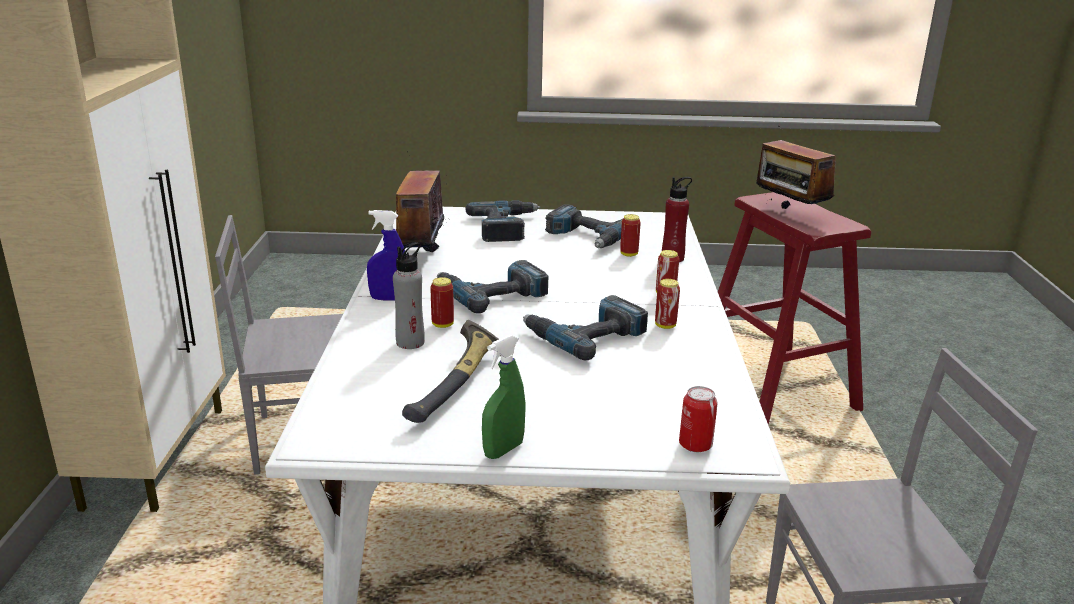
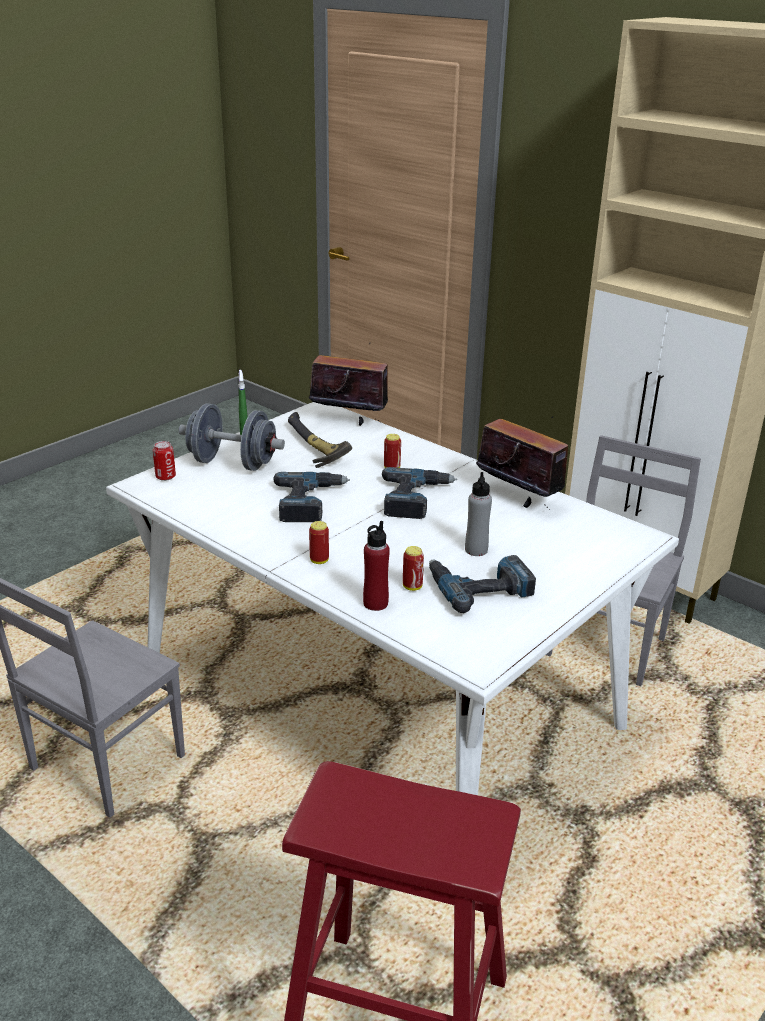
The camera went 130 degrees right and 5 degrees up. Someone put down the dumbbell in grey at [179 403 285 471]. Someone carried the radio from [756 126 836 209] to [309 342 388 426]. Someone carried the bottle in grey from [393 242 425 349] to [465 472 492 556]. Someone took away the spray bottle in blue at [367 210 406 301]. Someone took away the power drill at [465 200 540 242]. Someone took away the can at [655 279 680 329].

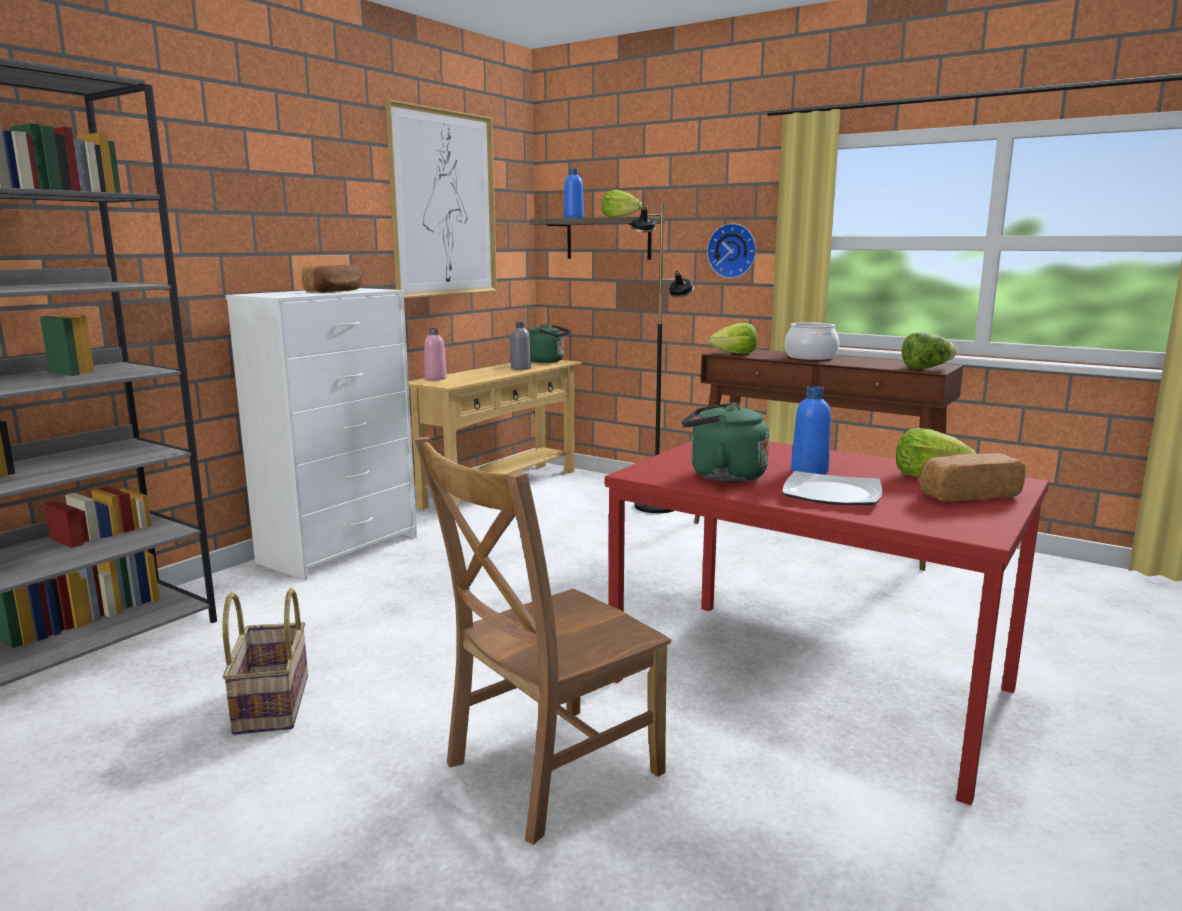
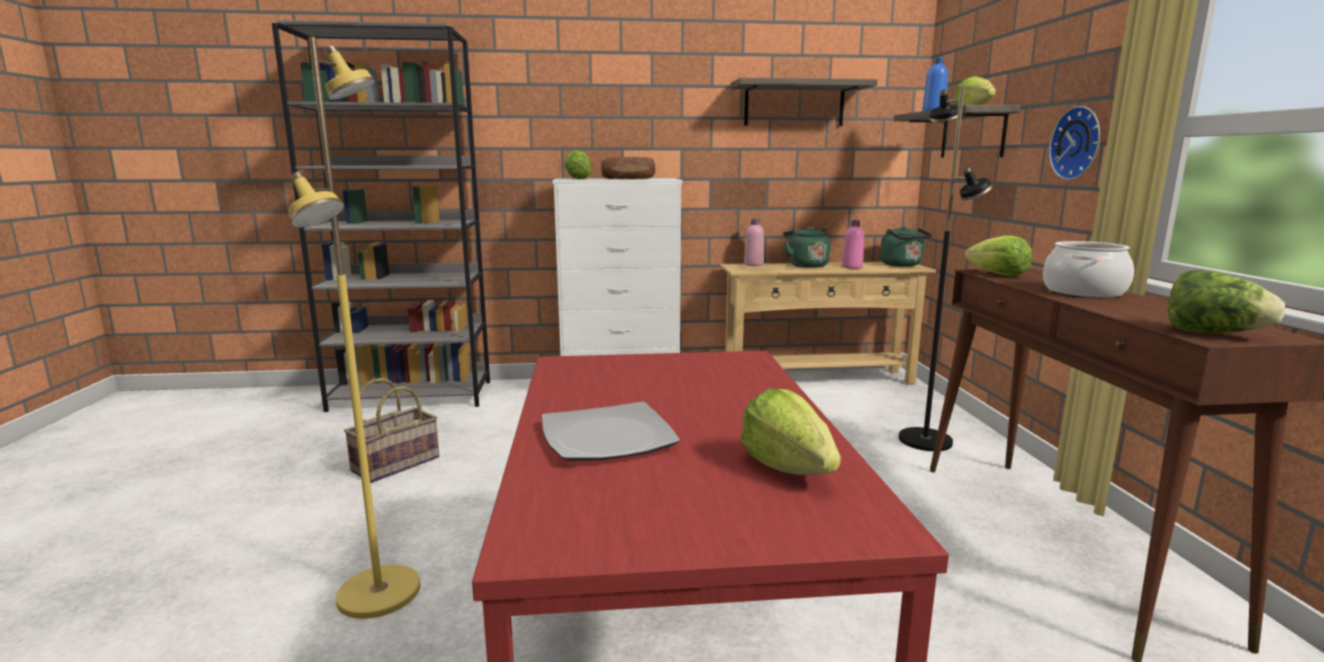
The camera went 50 degrees right and 0 degrees up. Someone swapped the chair in brown at [413 436 671 845] for the floor lamp in yellow at [288 37 421 619]. Someone put down the lettuce at [564 150 591 179]. Someone swapped the picture at [385 99 497 298] for the shelf at [730 78 877 126]. Someone carried the kettle in green from [682 402 770 482] to [783 226 831 268]. Someone repainted the bottle in grey at [511 322 531 370], which became the bottle in pink at [842 220 864 269]. Someone took away the bottle in blue at [791 386 831 475]. Someone took away the bread at [919 453 1026 502].

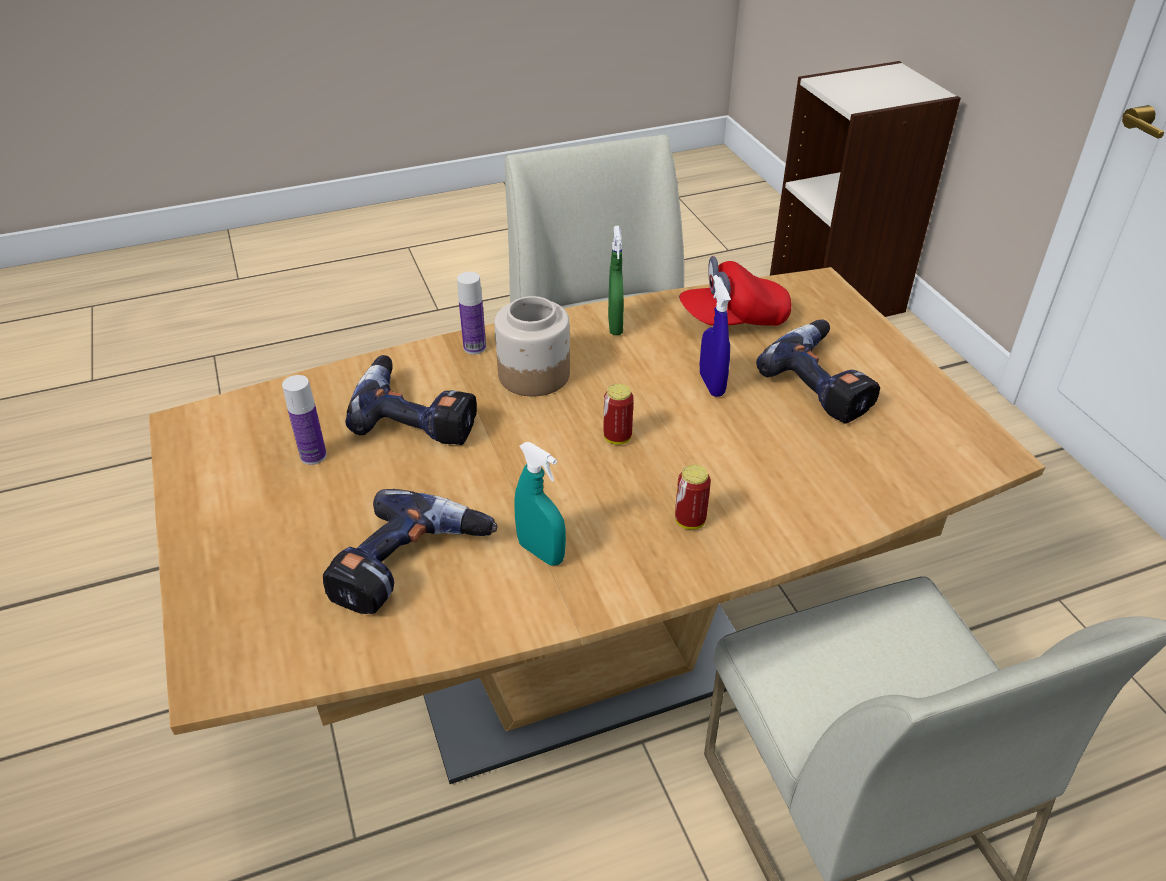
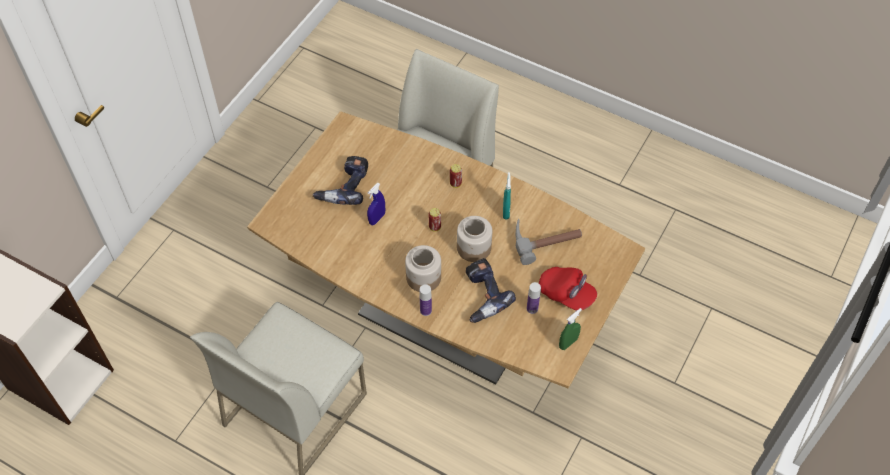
The camera went 130 degrees left and 15 degrees up. Someone put down the jar at [457 216 492 262]. Someone swapped the power drill at [323 489 497 614] for the hammer at [516 219 582 265]. Someone carried the cap in red from [679 256 791 326] to [539 267 597 310]. Someone carried the spray bottle in green from [608 226 624 335] to [559 308 582 350].

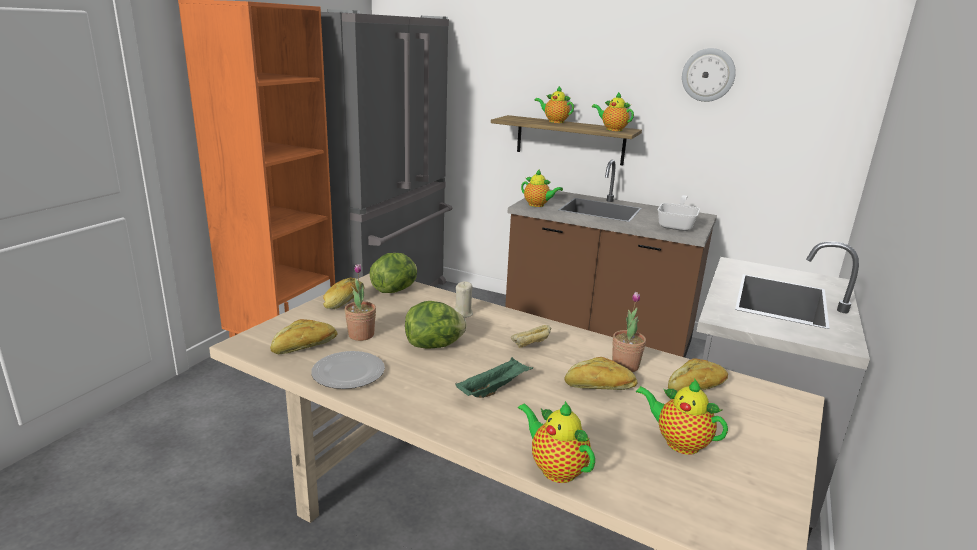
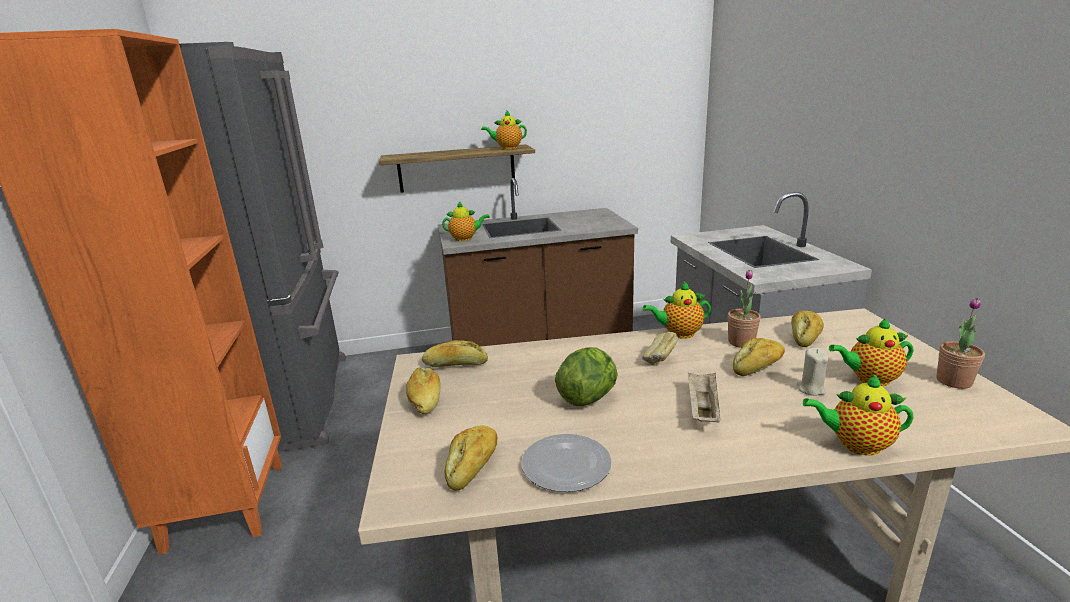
The camera went 35 degrees left and 0 degrees up. Someone swapped the lettuce at [370 253 417 293] for the bread at [422 340 488 367]. Someone carried the teapot from [535 86 574 123] to [643 281 711 339]. Someone repainted the tray in green at [455 357 533 398], which became the tray in beige at [688 372 720 422]. Someone carried the candle in beige from [454 281 473 318] to [796 348 828 396]. Someone carried the potted plant from [345 264 376 341] to [936 298 985 389]. Someone took away the frying pan at [658 195 700 231]. Someone took away the wall clock at [682 48 736 102].

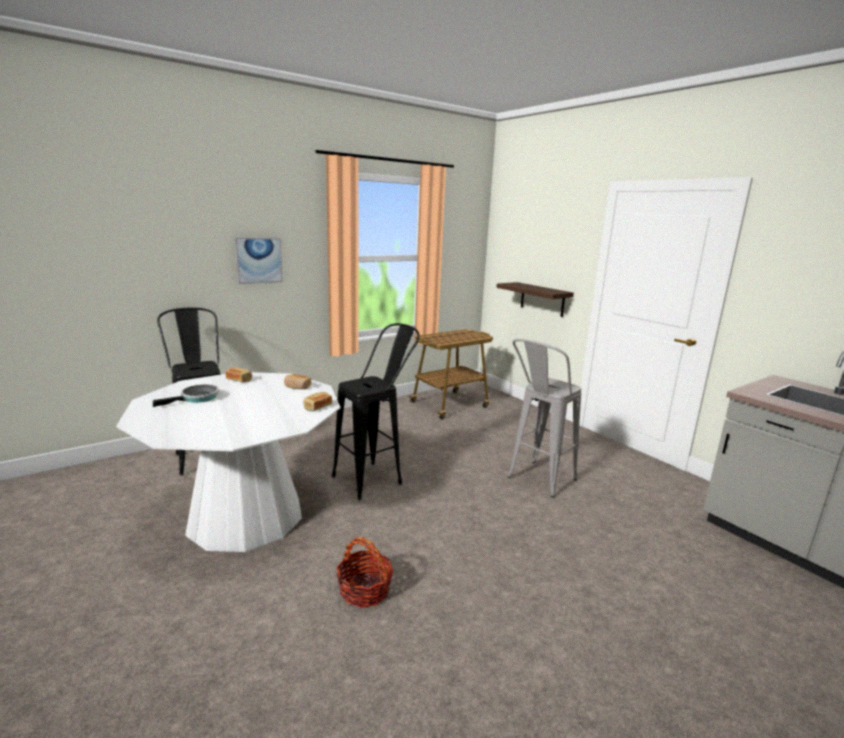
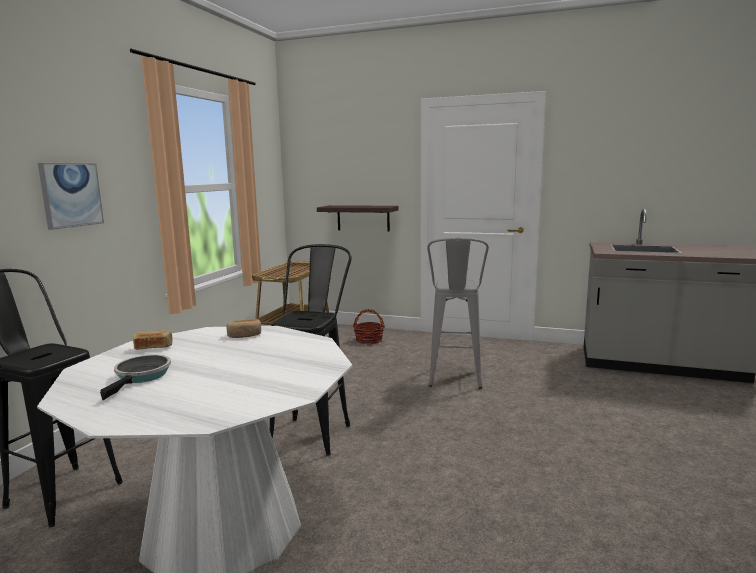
The camera went 35 degrees left and 5 degrees down. Someone carried the basket from [336 537 393 608] to [353 309 384 344]. Someone took away the bread at [303 392 332 411].

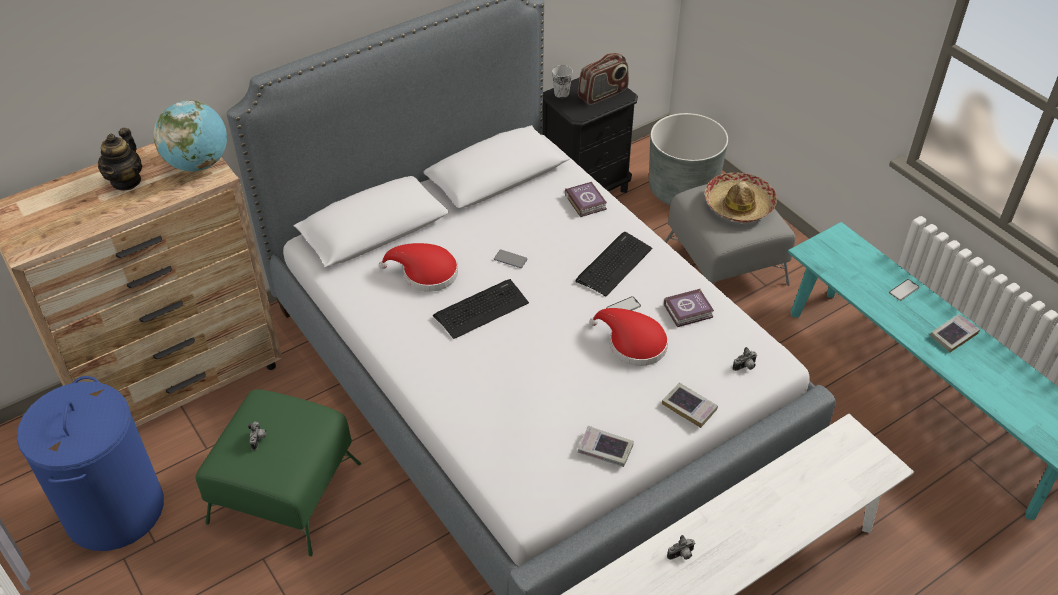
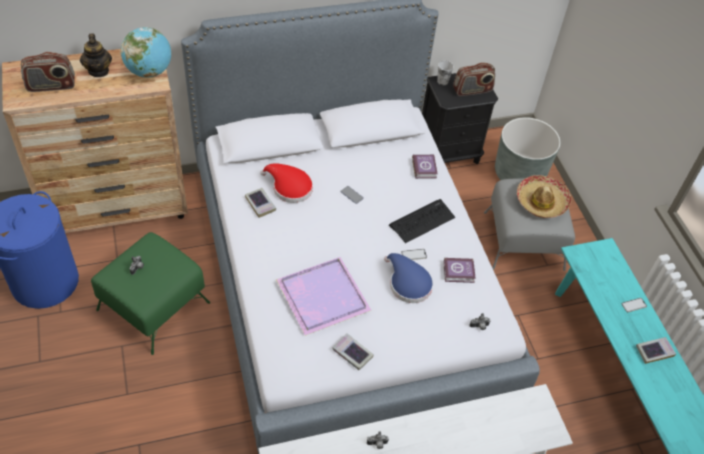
The camera went 15 degrees right and 5 degrees up. Someone put down the radio at [21 52 75 92]. Someone rotated the teapot at [98 128 142 191] by 45 degrees counterclockwise. Someone carried the book from [662 383 718 428] to [245 188 276 218]. Someone put down the tray in purple at [276 257 371 336]. Someone repainted the hat in red at [589 308 668 366], which became the hat in blue at [384 253 433 303]. Someone took away the keyboard at [433 279 529 339].

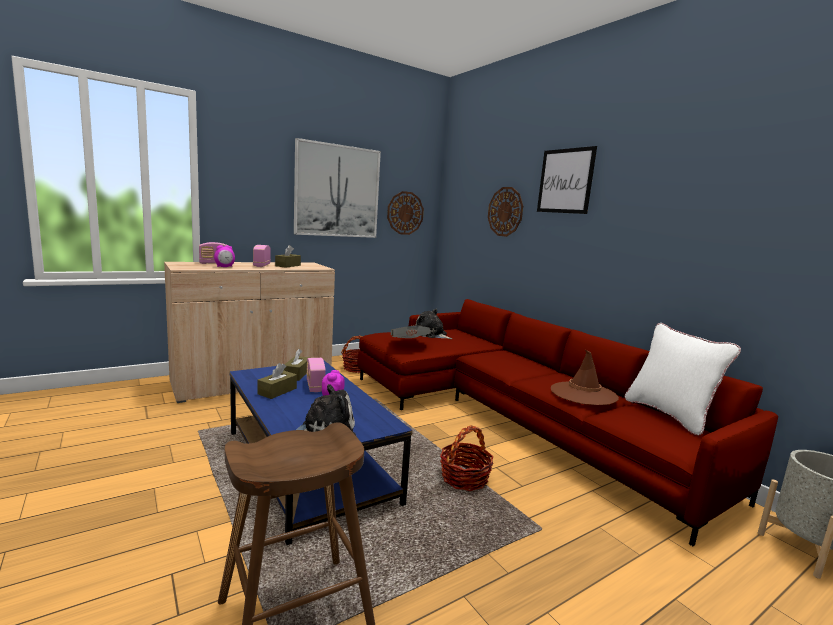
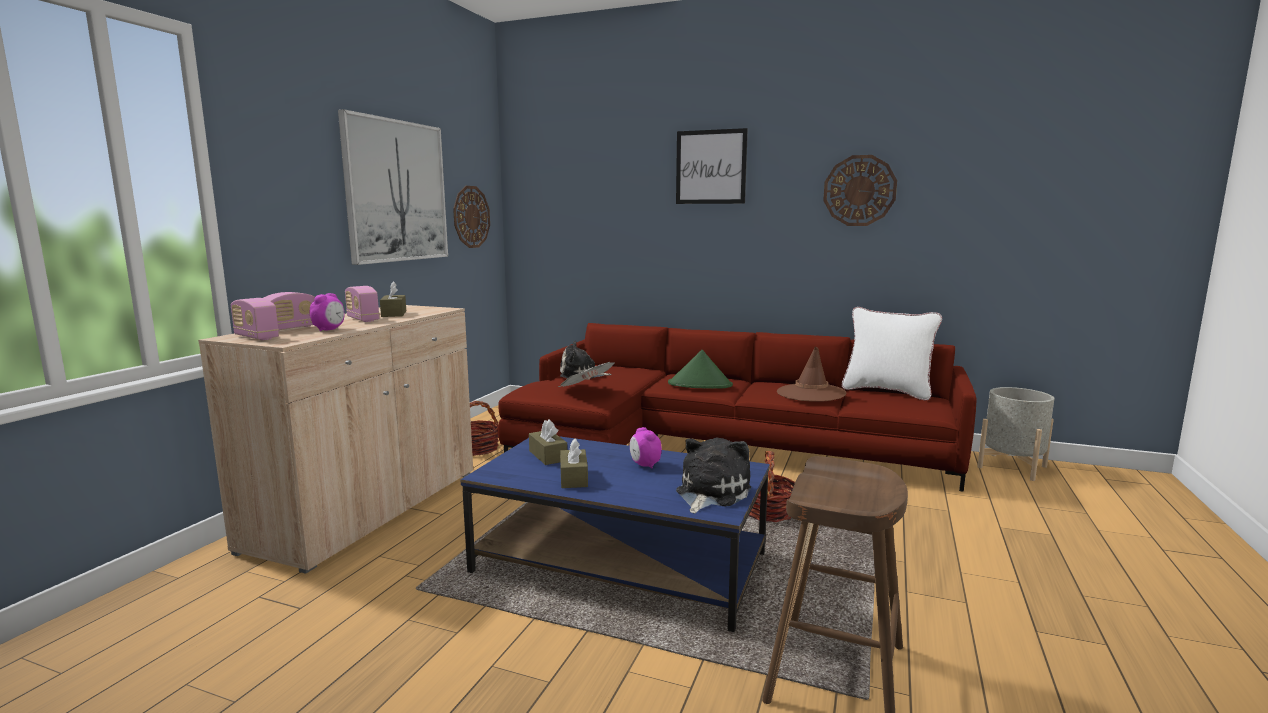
The camera went 35 degrees left and 0 degrees up. Someone carried the radio from [306 358 326 392] to [231 298 279 340]. Someone put down the hat in green at [668 350 733 389]. Someone carried the wall clock from [488 187 523 237] to [823 155 897 226].

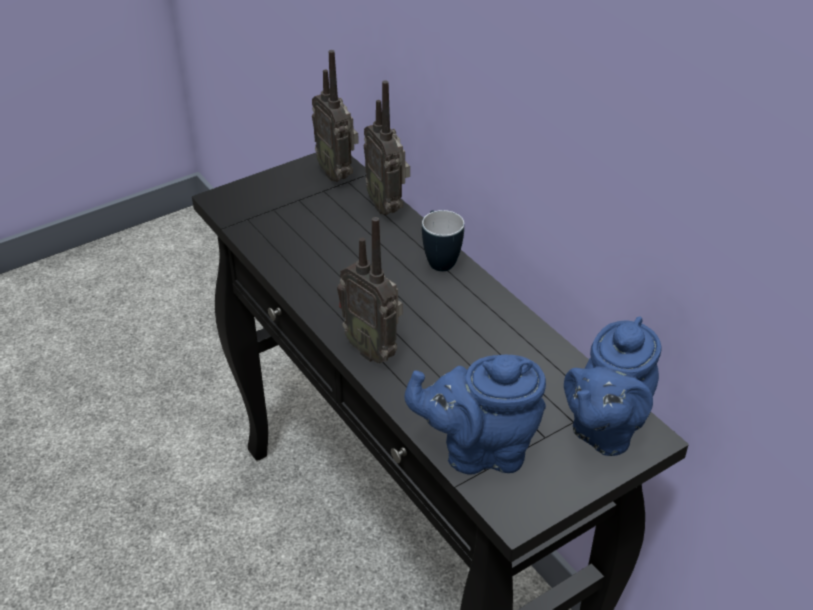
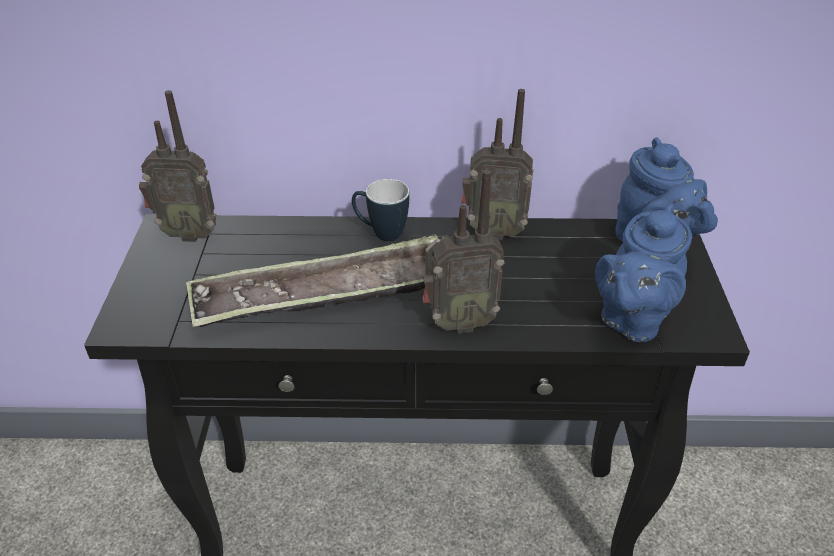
The camera went 55 degrees left and 0 degrees up. Someone put down the tray at [186 234 438 327]. Someone carried the radio from [364 80 410 215] to [461 89 533 240].

